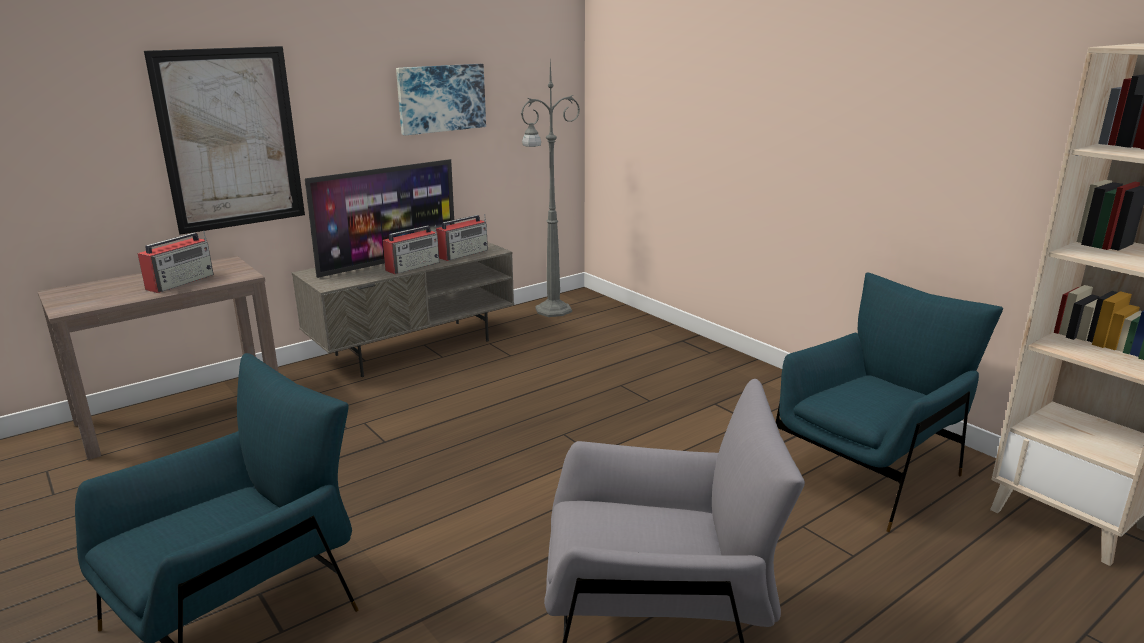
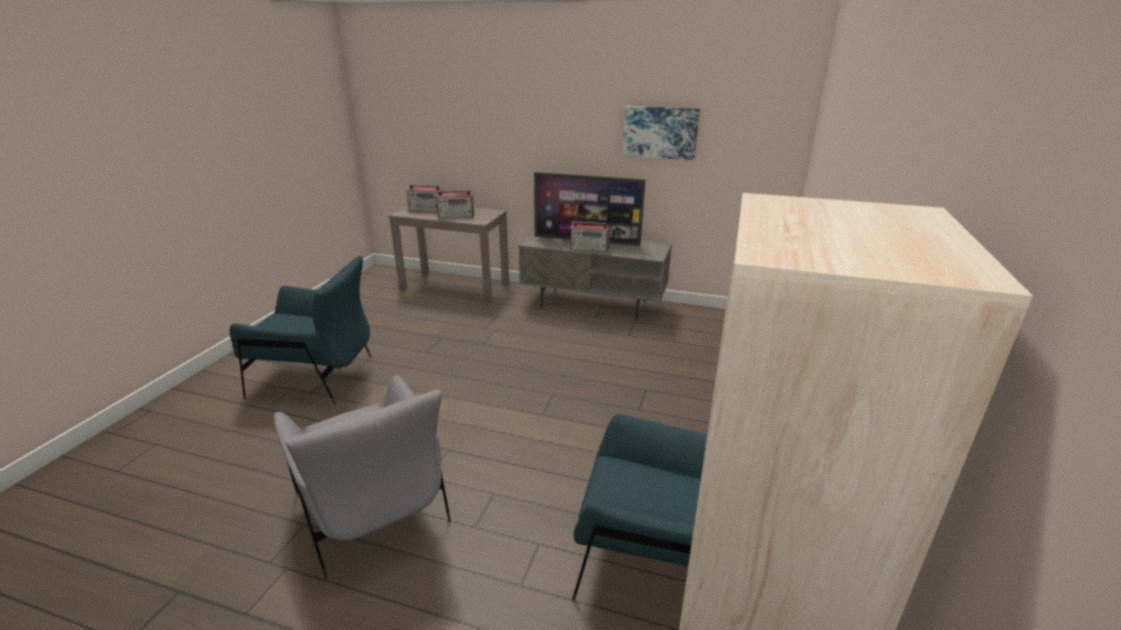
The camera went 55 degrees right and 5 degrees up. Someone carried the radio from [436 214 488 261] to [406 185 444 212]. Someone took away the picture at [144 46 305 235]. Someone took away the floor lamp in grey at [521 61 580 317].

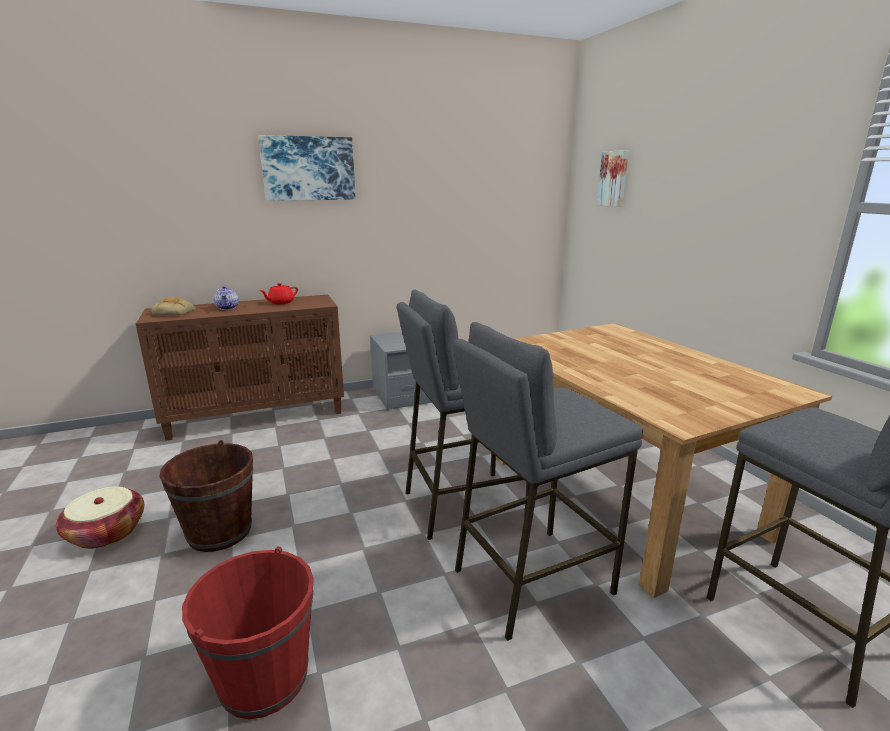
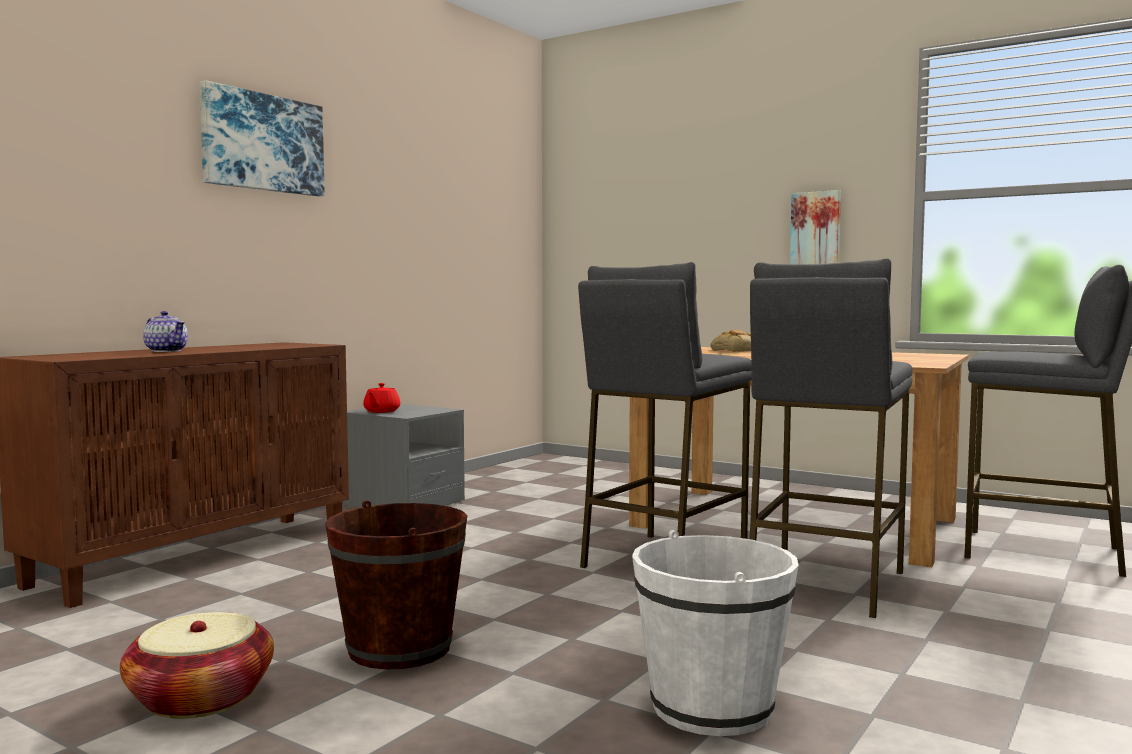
The camera went 35 degrees left and 15 degrees down. Someone carried the teapot in red from [259 283 298 304] to [363 383 400 413]. Someone repainted the bucket in red at [182 546 314 719], which became the bucket in white at [632 530 799 736]. Someone carried the bread from [151 297 196 316] to [711 330 751 352]. Someone carried the picture from [597 150 629 207] to [790 190 841 264].

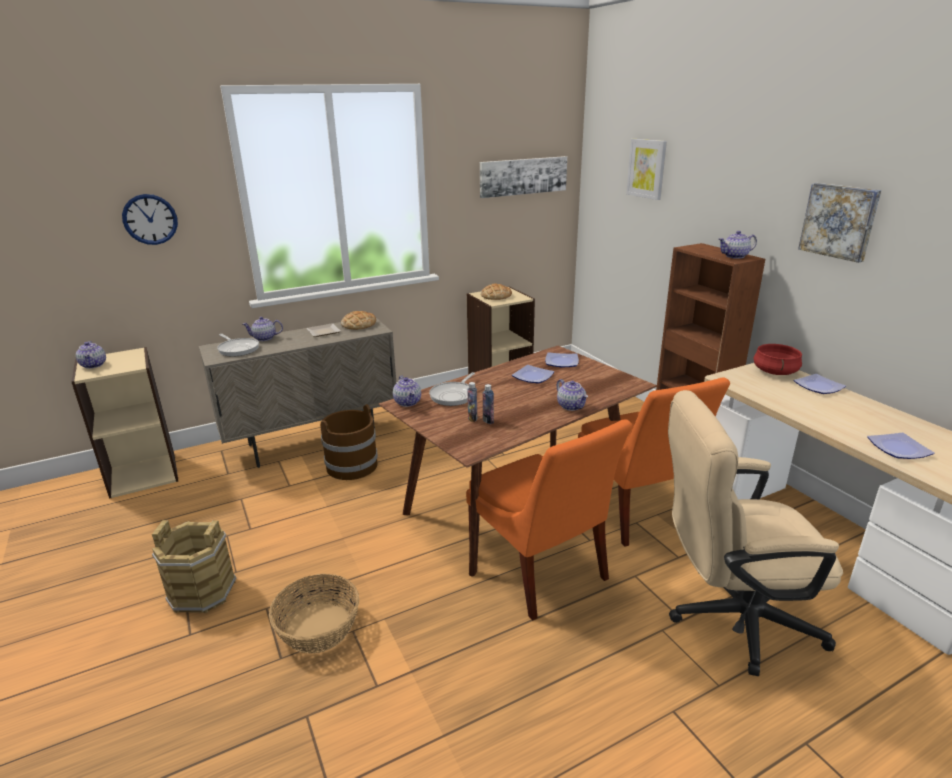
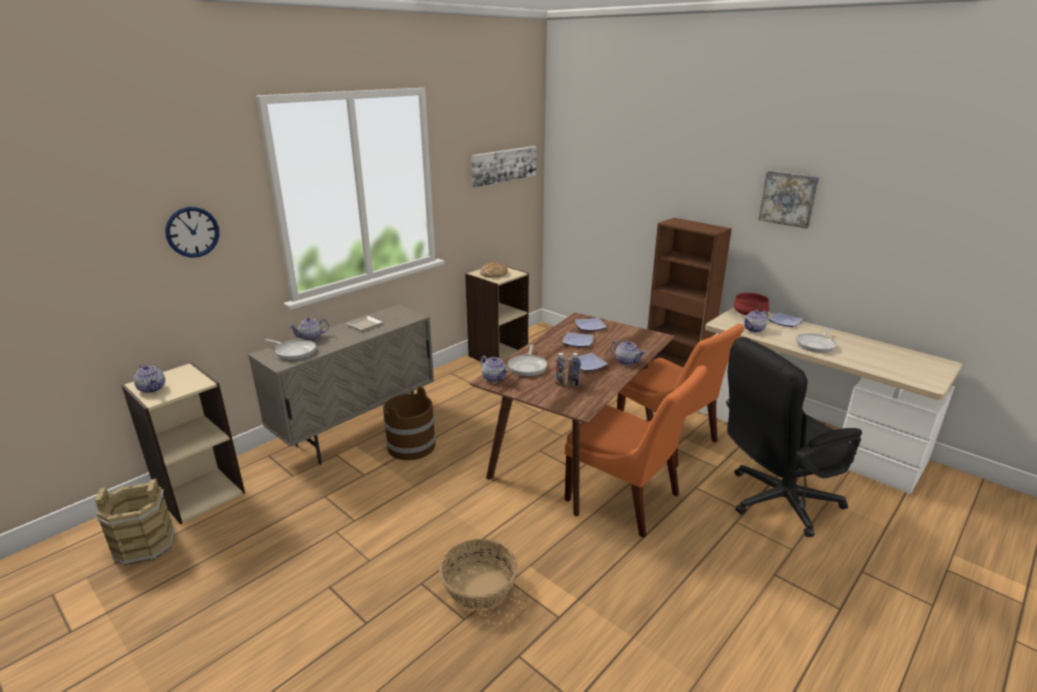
The camera went 20 degrees left and 0 degrees up. Someone carried the bucket in brown from [152 520 237 613] to [95 479 175 566]. Someone carried the plate from [867 433 935 459] to [568 353 608 371]. Someone repainted the office chair in beige at [668 390 843 676], which became the office chair in black at [726 337 862 537]. Someone carried the teapot from [719 231 757 259] to [744 310 768 333]. Someone put down the frying pan at [796 328 837 353]. Someone took away the bread at [341 311 376 330]. Someone took away the picture at [626 139 667 200].

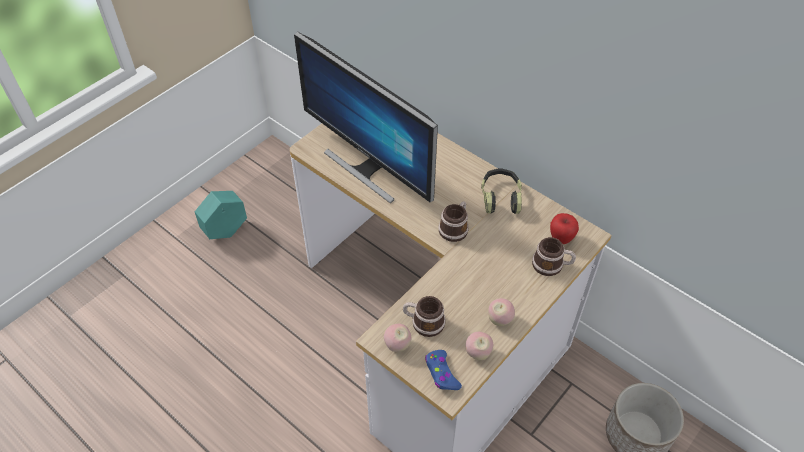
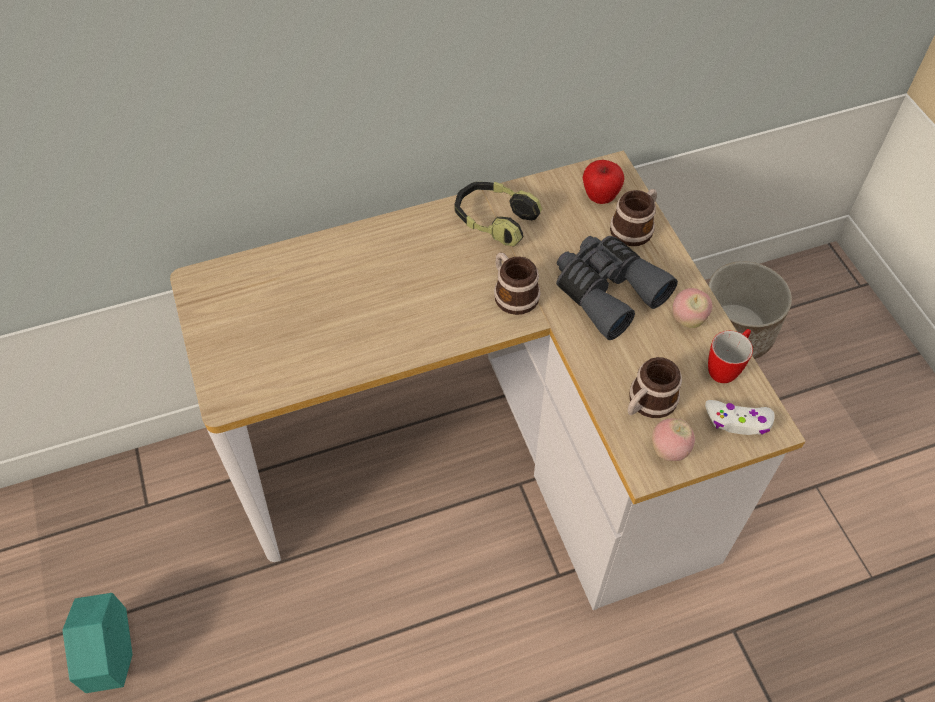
The camera went 60 degrees left and 5 degrees up. Someone put down the binoculars in grey at [556 236 678 340]. Someone repainted the game controller in blue at [425 350 462 390], which became the game controller in white at [705 400 775 435]. Someone swapped the apple at [466 332 493 360] for the mug at [708 329 753 383]. Someone took away the monitor at [294 32 438 203].

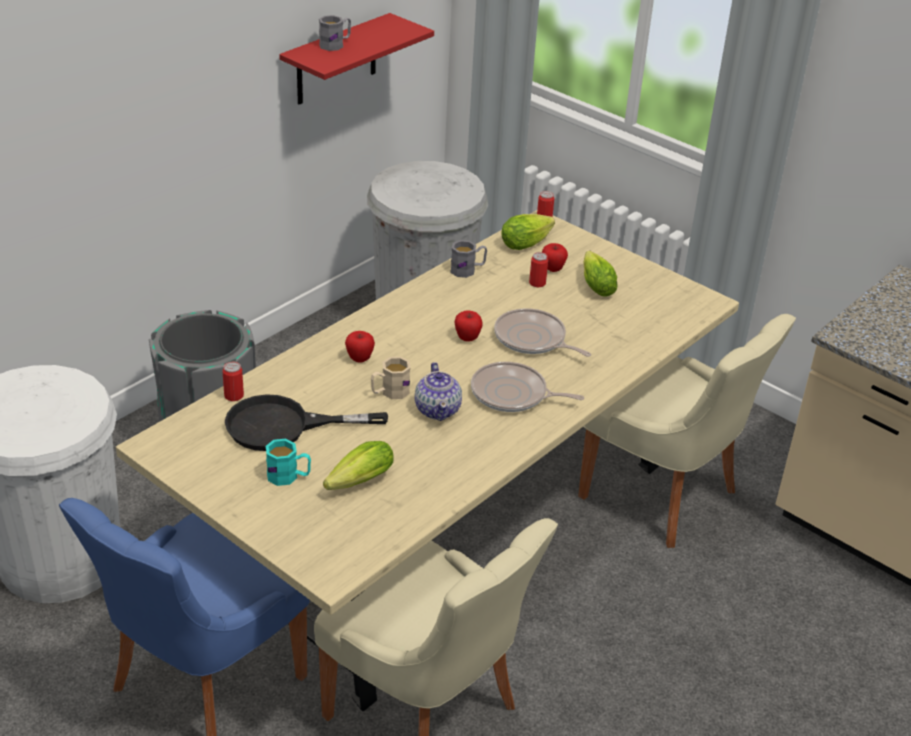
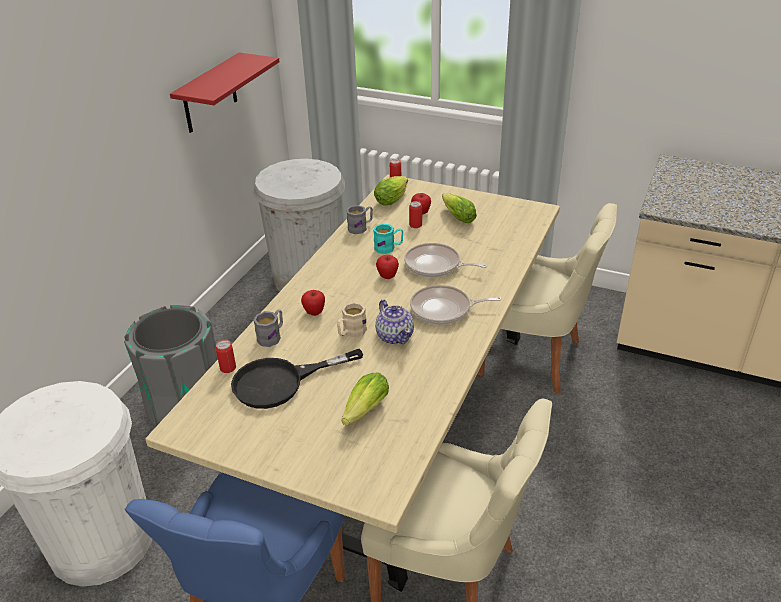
The camera went 15 degrees left and 0 degrees up. Someone carried the mug in grey from [319 15 351 51] to [253 309 283 347]. Someone carried the mug in turquoise from [266 439 311 486] to [373 224 403 254].

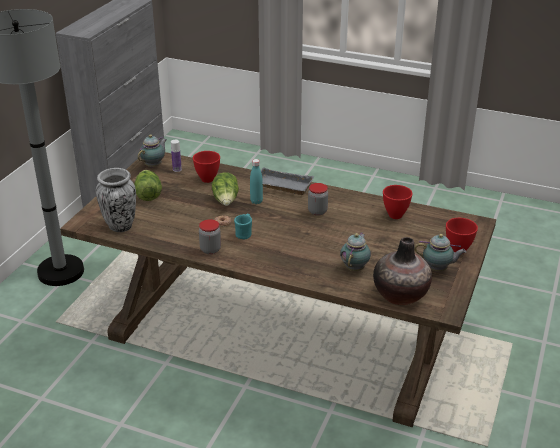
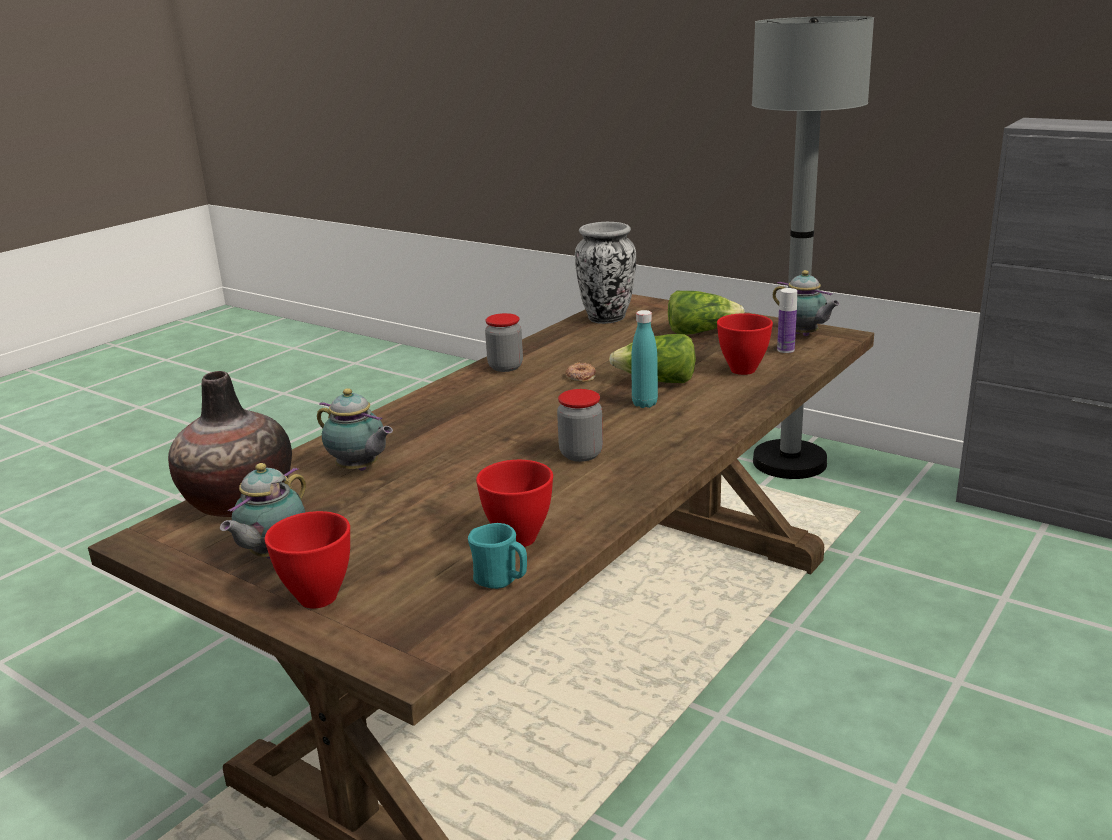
The camera went 105 degrees right and 10 degrees down. Someone carried the mug in turquoise from [234 214 252 239] to [468 523 527 589]. Someone took away the tray in grey at [261 167 314 195].

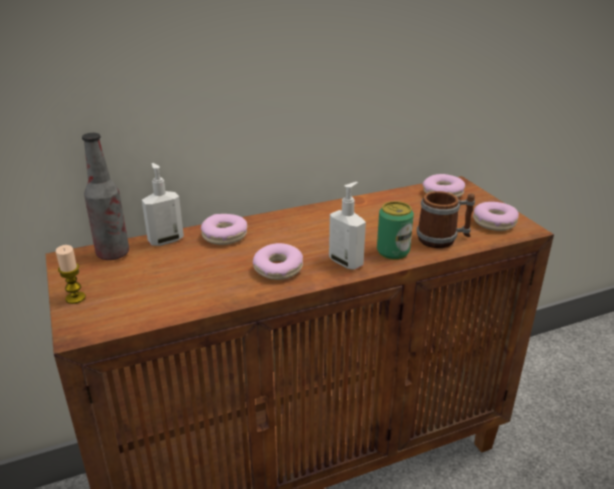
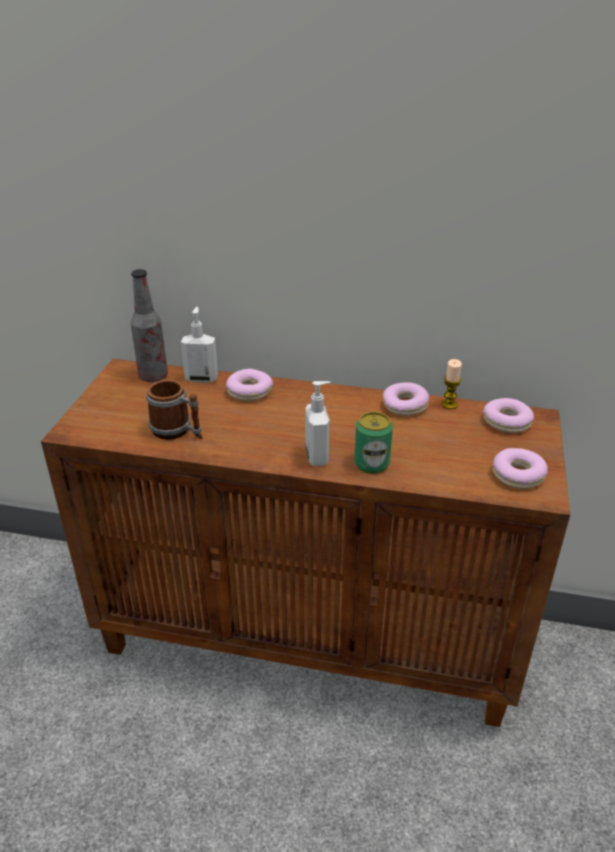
The camera went 35 degrees right and 5 degrees up. Someone carried the mug from [417 191 475 248] to [146 380 202 440]. Someone carried the donut from [253 243 303 280] to [383 382 429 416]. Someone carried the candle from [56 245 86 304] to [441 359 462 409].

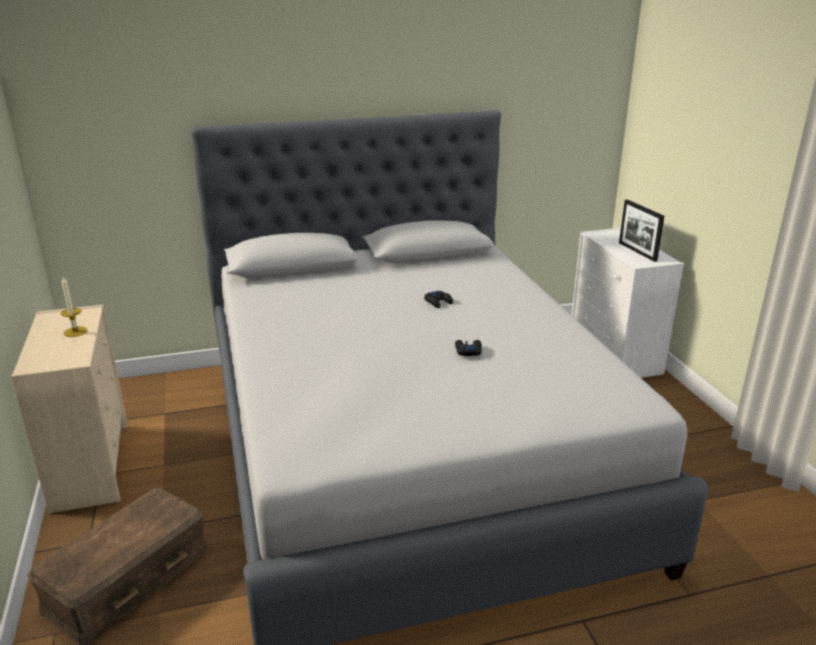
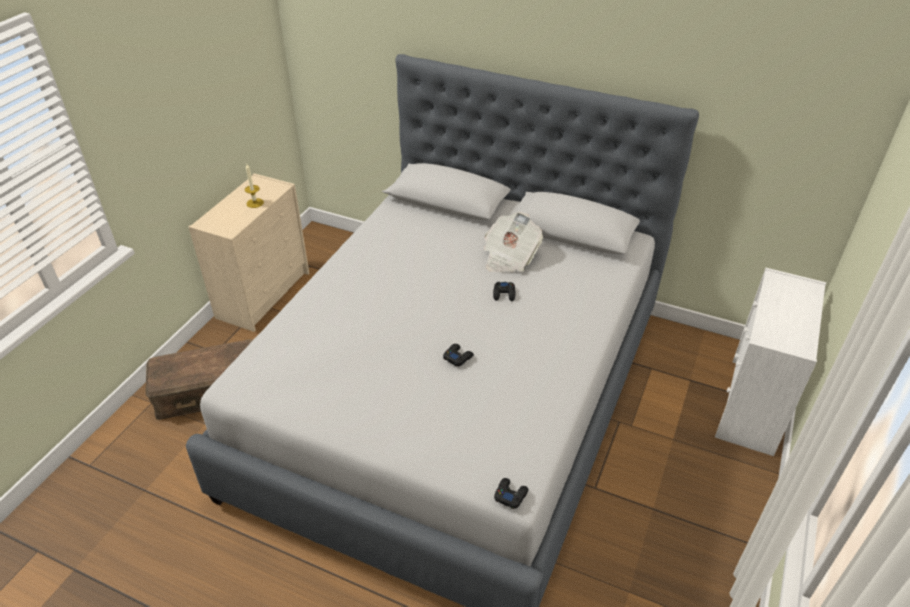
The camera went 40 degrees right and 15 degrees up. Someone put down the newspaper at [484 212 543 272]. Someone put down the game controller in black at [494 478 529 509]. Someone took away the picture frame at [619 199 664 262].

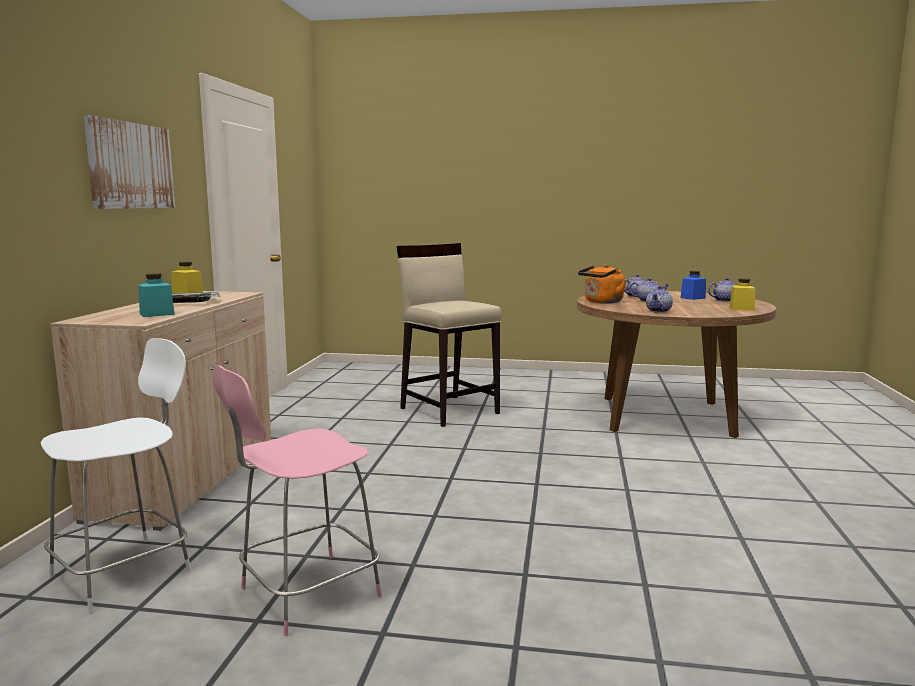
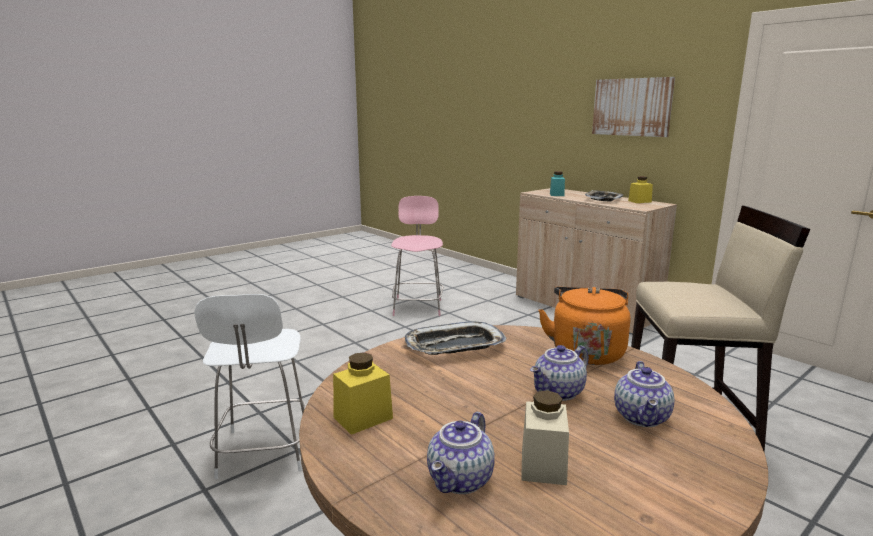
The camera went 130 degrees right and 5 degrees up. Someone carried the chair in white from [41 338 191 613] to [194 294 306 479]. Someone swapped the teapot at [646 286 673 313] for the tray at [405 321 507 355]. Someone repainted the jar in blue at [681 271 706 300], which became the jar in beige at [521 390 569 485].

